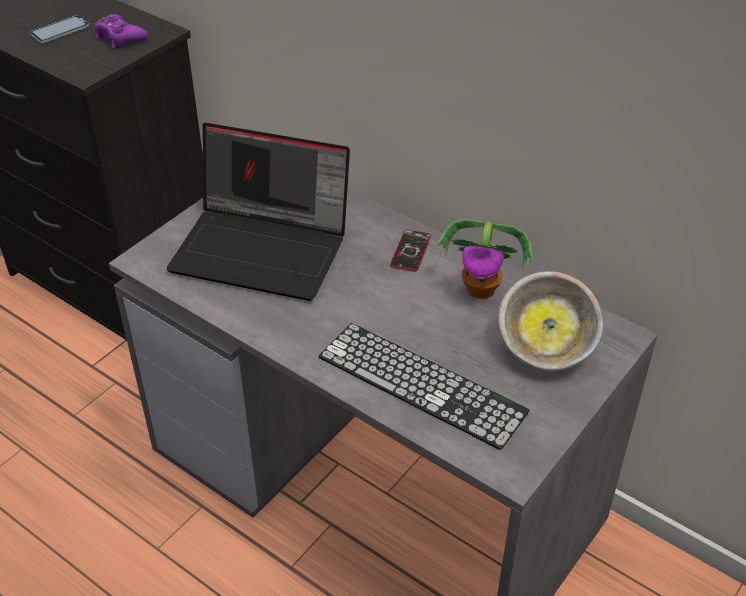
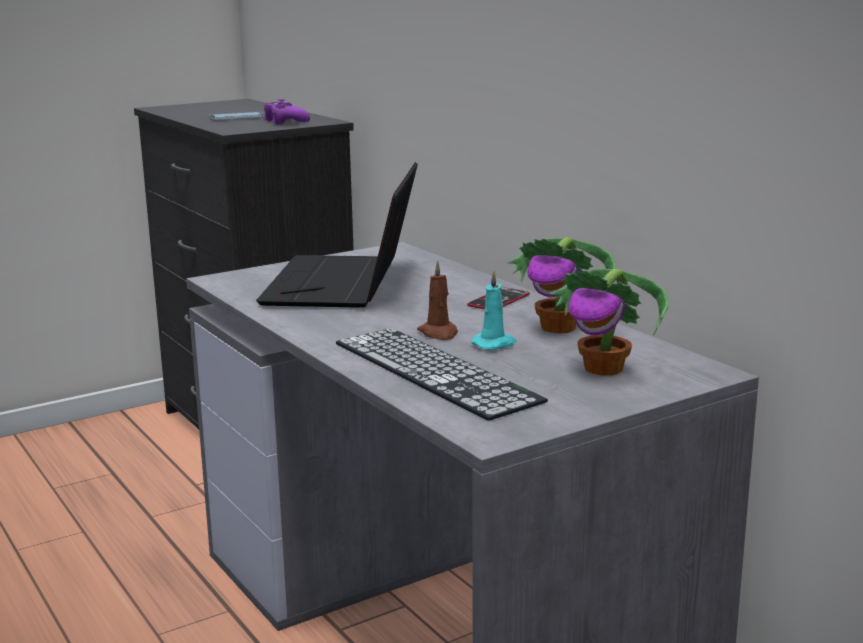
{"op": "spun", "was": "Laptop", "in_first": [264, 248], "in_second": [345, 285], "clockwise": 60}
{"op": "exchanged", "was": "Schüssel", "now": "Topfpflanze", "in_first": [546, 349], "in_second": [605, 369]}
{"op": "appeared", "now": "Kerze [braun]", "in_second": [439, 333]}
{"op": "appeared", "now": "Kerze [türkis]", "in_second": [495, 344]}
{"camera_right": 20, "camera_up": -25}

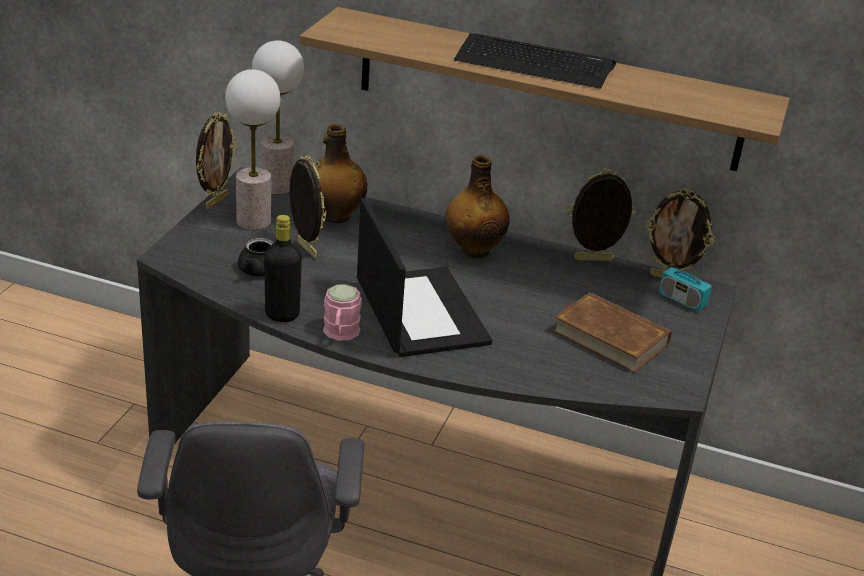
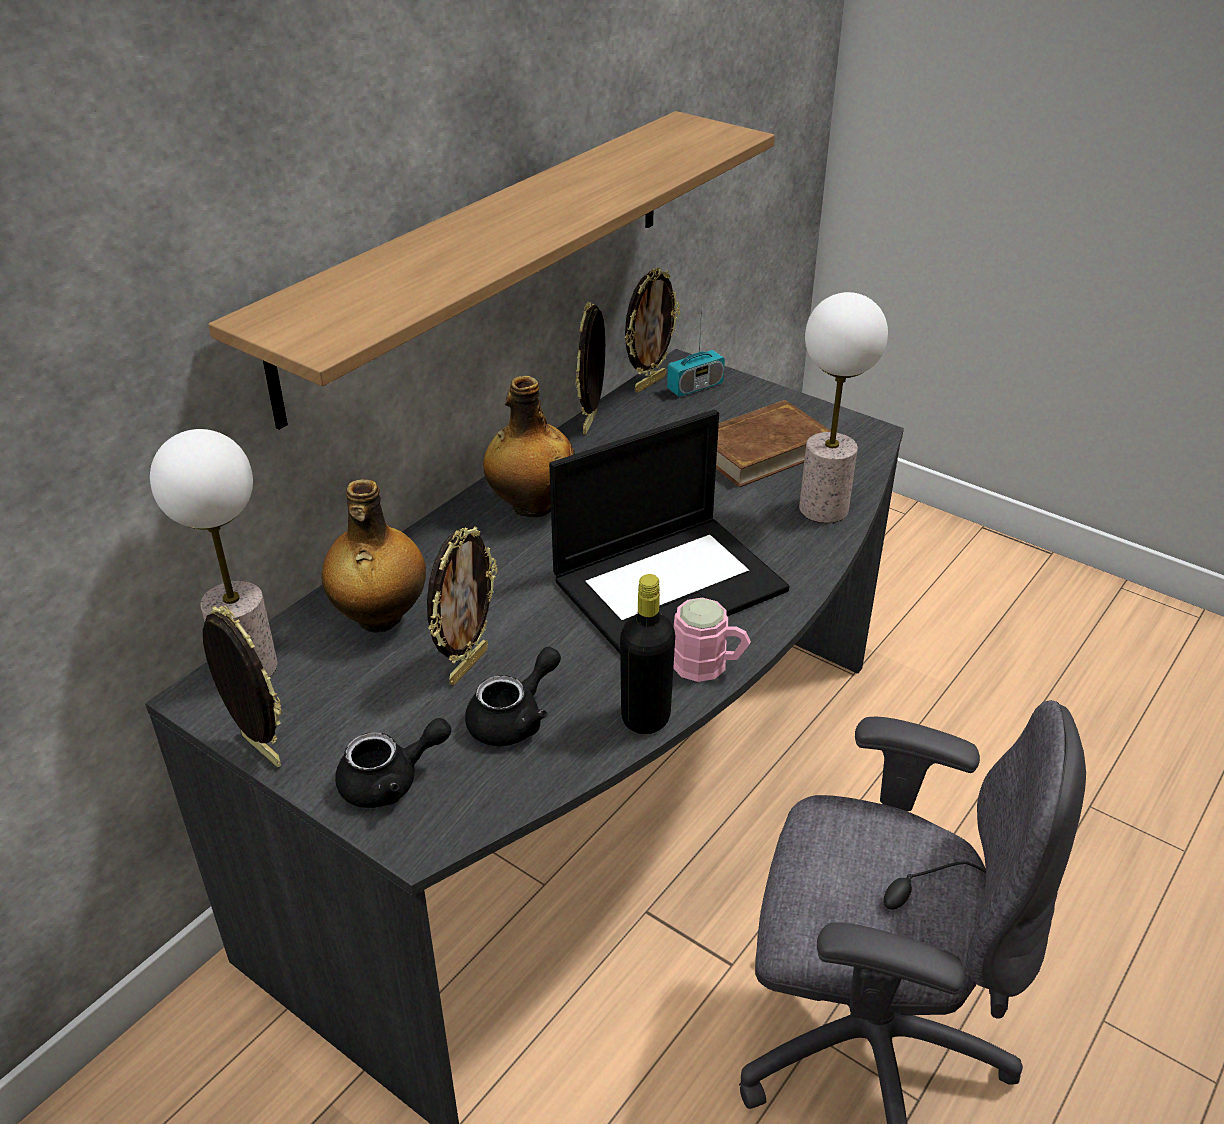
{"op": "relocated", "was": "Tischlampe", "in_first": [253, 222], "in_second": [824, 509]}
{"op": "spun", "was": "Bilderrahmen", "in_first": [305, 249], "in_second": [467, 665], "clockwise": 135}
{"op": "spun", "was": "Laptop", "in_first": [419, 311], "in_second": [670, 583], "clockwise": 150}
{"op": "missing", "was": "Tastatur", "in_first": [534, 63]}
{"op": "appeared", "now": "Teekanne [schwarz]", "in_second": [390, 781]}
{"camera_right": -70, "camera_up": 5}

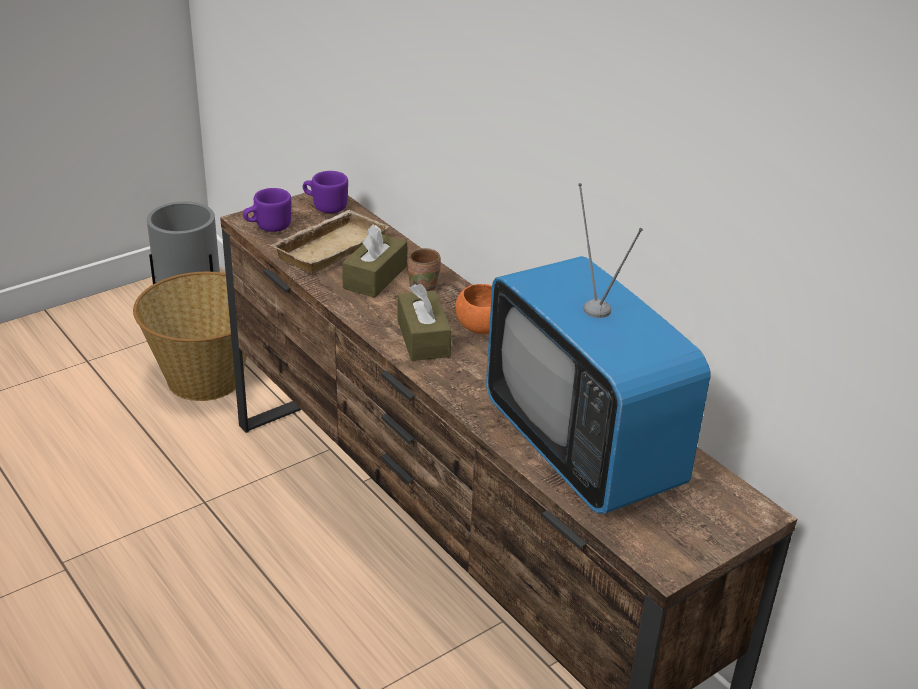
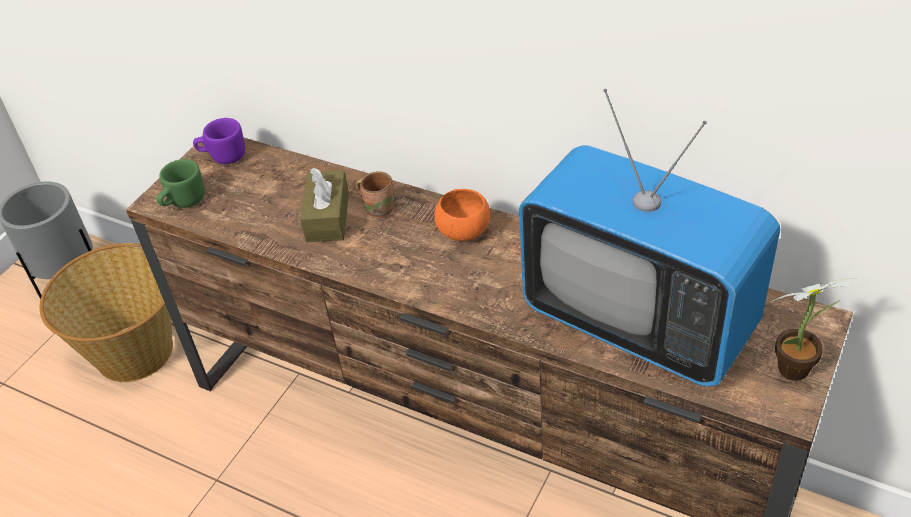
{"op": "colour", "was": "Henkelbecher [lila]", "now": "Henkelbecher [grün]", "in_first": [268, 227], "in_second": [183, 202]}
{"op": "missing", "was": "Tablett [beige]", "in_first": [329, 247]}
{"op": "missing", "was": "Taschentuchbox [braun]", "in_first": [423, 338]}
{"op": "appeared", "now": "Topfpflanze", "in_second": [799, 368]}
{"camera_right": -20, "camera_up": 10}

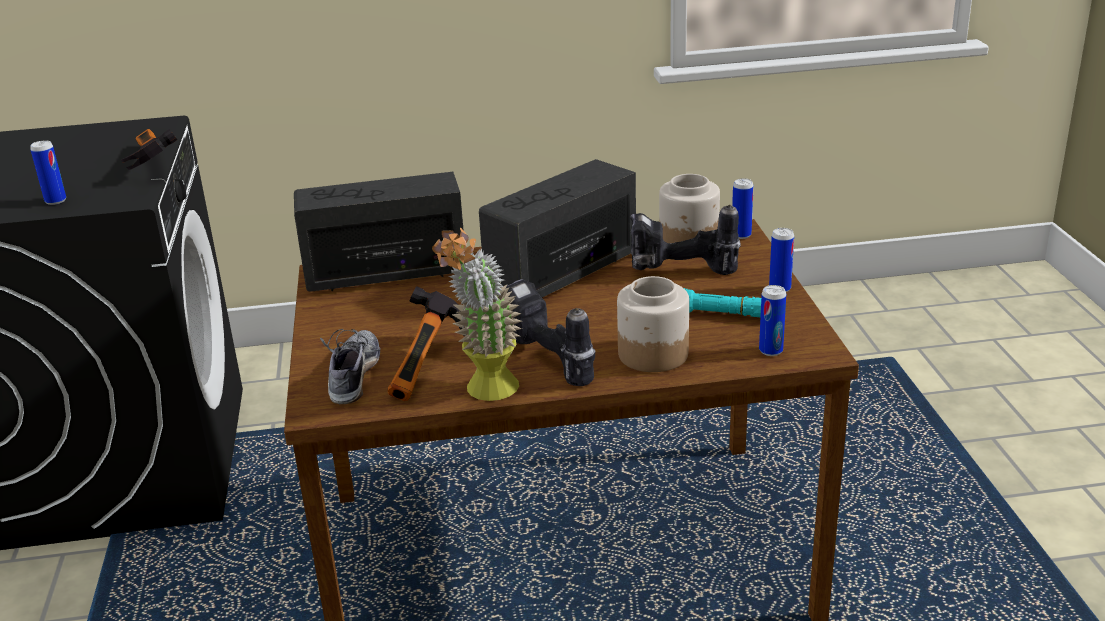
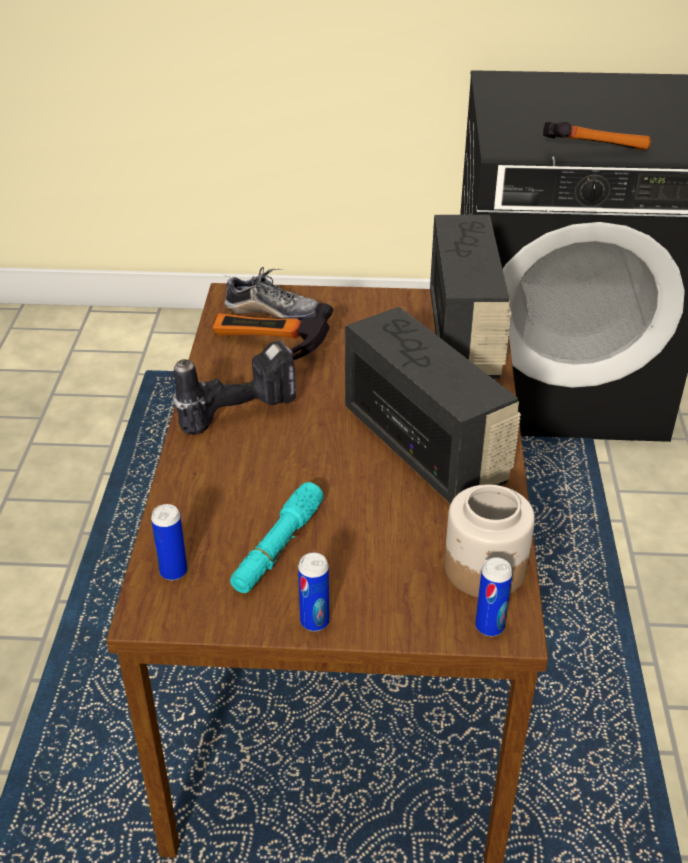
{"op": "missing", "was": "Dose", "in_first": [55, 201]}
{"op": "missing", "was": "Topfpflanze", "in_first": [486, 394]}
{"op": "missing", "was": "Vorratsglas", "in_first": [652, 354]}
{"op": "missing", "was": "Bohrmaschine", "in_first": [680, 273]}
{"camera_right": 100, "camera_up": 10}

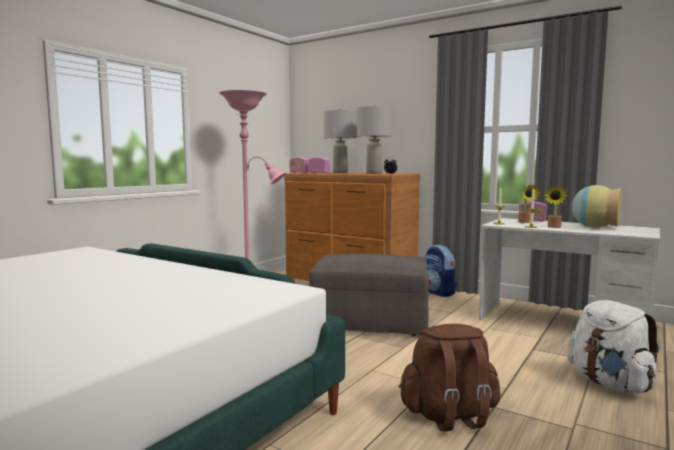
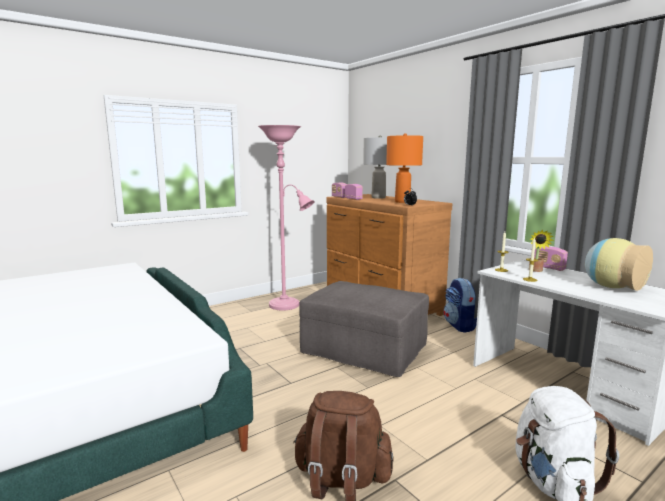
{"op": "colour", "was": "Tischlampe [grau]", "now": "Tischlampe [orange]", "in_first": [374, 173], "in_second": [403, 202]}
{"op": "missing", "was": "Topfpflanze", "in_first": [554, 227]}
{"camera_right": 20, "camera_up": 5}

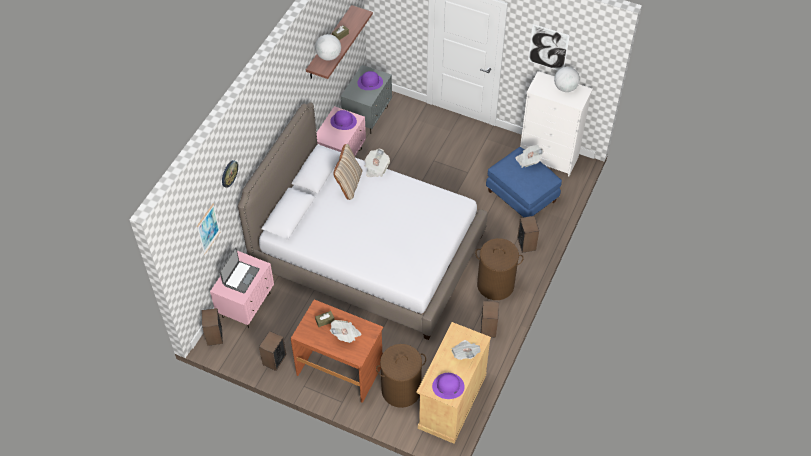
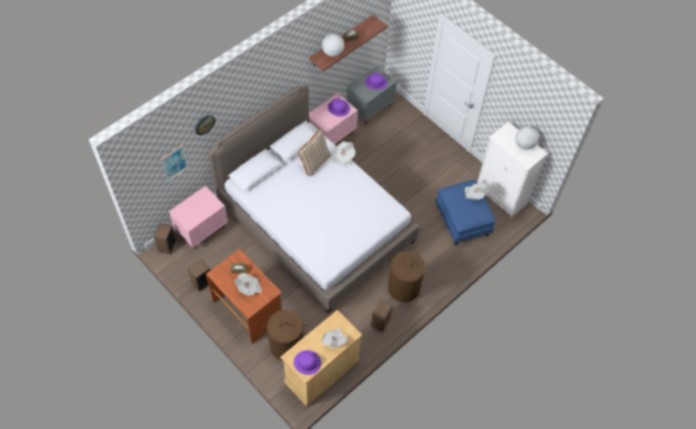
{"op": "missing", "was": "Laptop", "in_first": [240, 277]}
{"op": "missing", "was": "Lautsprecher", "in_first": [526, 243]}
{"op": "missing", "was": "Bild", "in_first": [548, 48]}
{"camera_right": 20, "camera_up": 5}

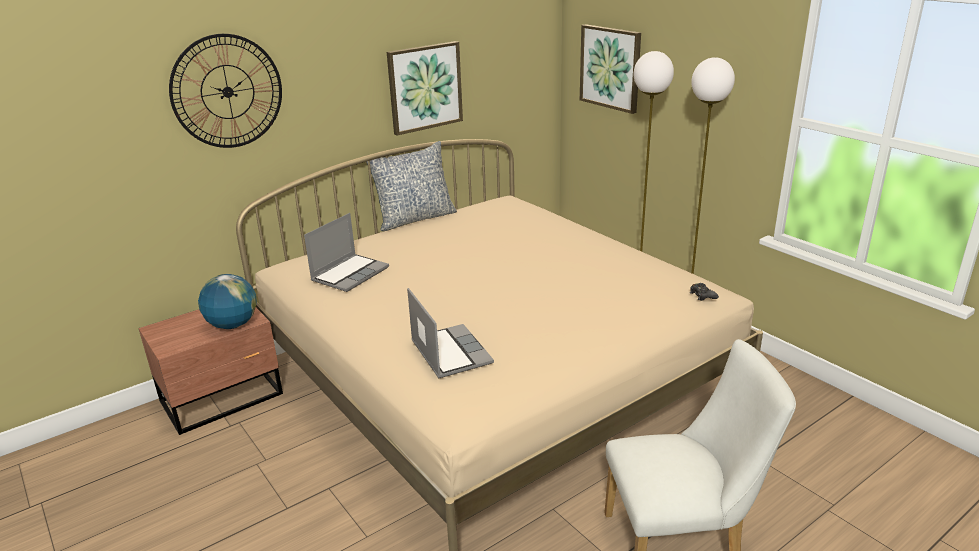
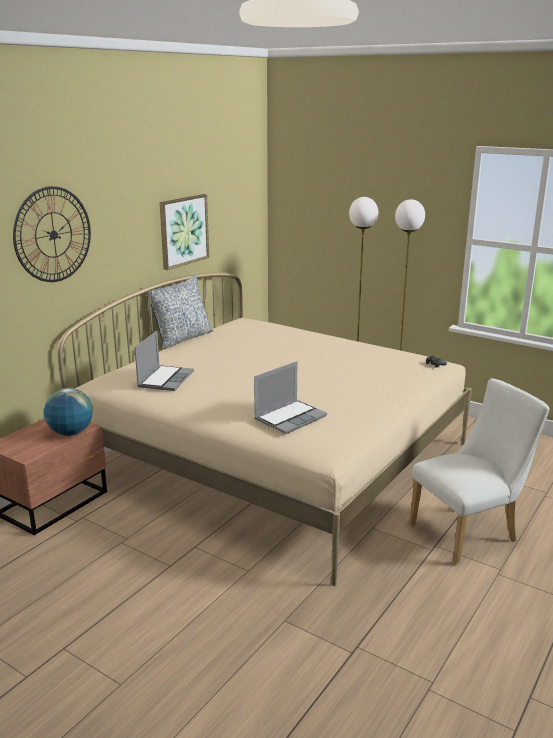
{"op": "spun", "was": "Laptop", "in_first": [449, 352], "in_second": [290, 417], "clockwise": 90}
{"op": "missing", "was": "Bild", "in_first": [610, 68]}
{"camera_right": -20, "camera_up": -5}

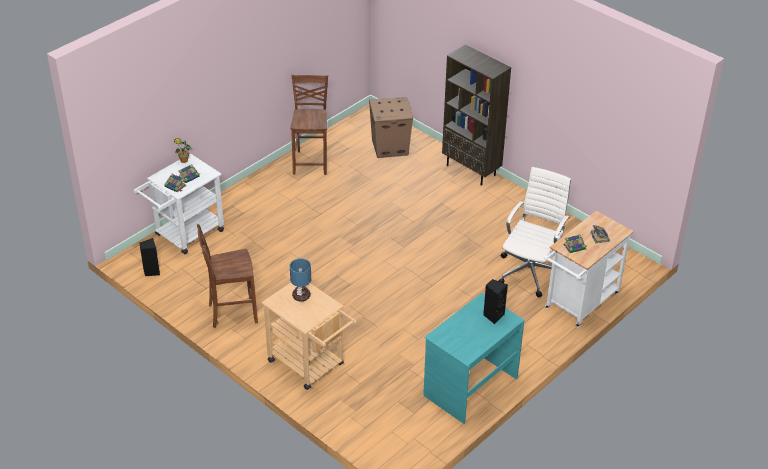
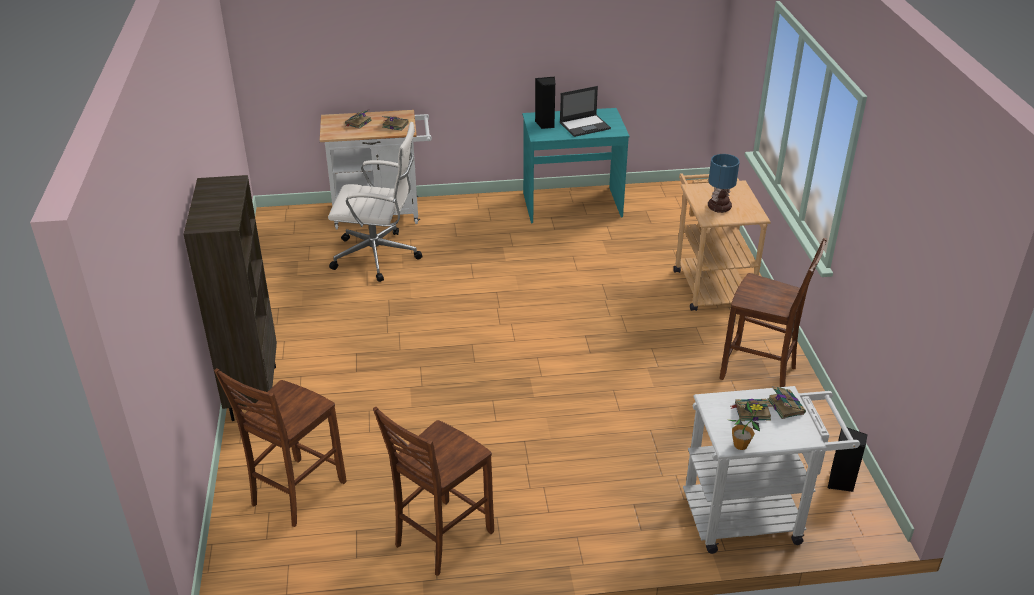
{"op": "exchanged", "was": "Karton", "now": "Stuhl [braun]", "in_first": [390, 147], "in_second": [295, 493]}
{"op": "spun", "was": "Bürostuhl [weiß]", "in_first": [531, 271], "in_second": [378, 256], "clockwise": -150}
{"op": "appeared", "now": "Laptop", "in_second": [585, 126]}
{"camera_right": -140, "camera_up": -5}

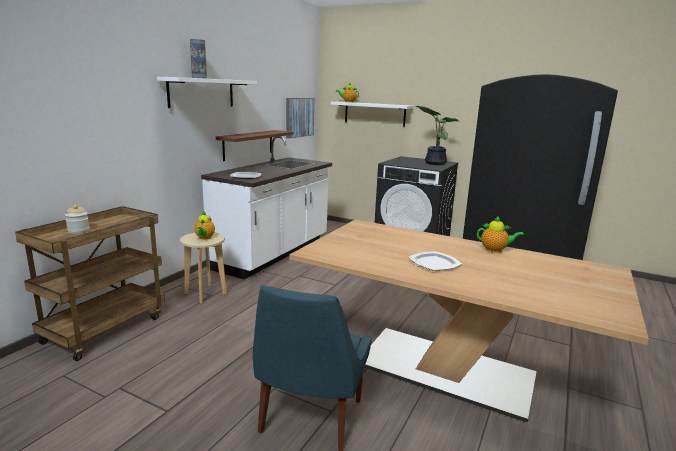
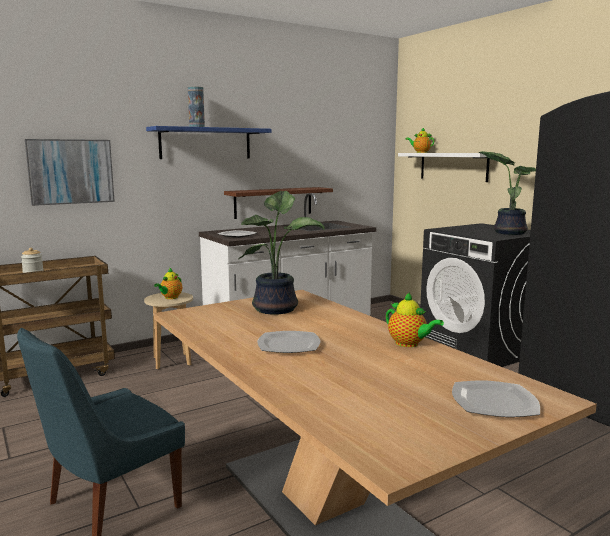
{"op": "colour", "was": "Wandregal [weiß]", "now": "Wandregal [blau]", "in_first": [202, 93], "in_second": [205, 143]}
{"op": "relocated", "was": "Bild", "in_first": [299, 117], "in_second": [71, 171]}
{"op": "appeared", "now": "Topfpflanze", "in_second": [277, 308]}
{"op": "appeared", "now": "Teller", "in_second": [493, 402]}
{"camera_right": 30, "camera_up": -5}

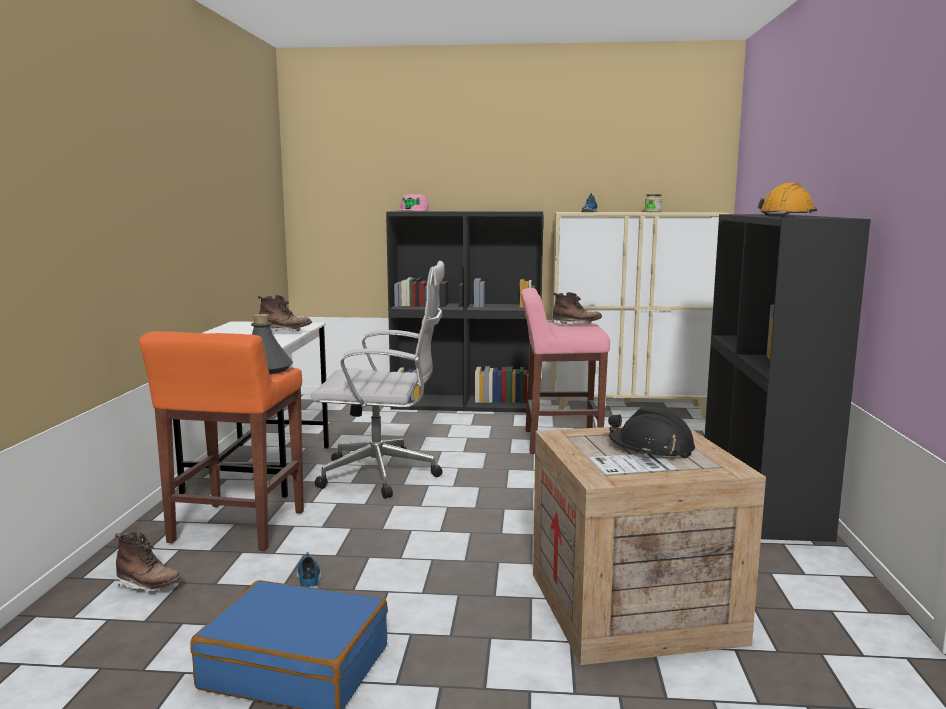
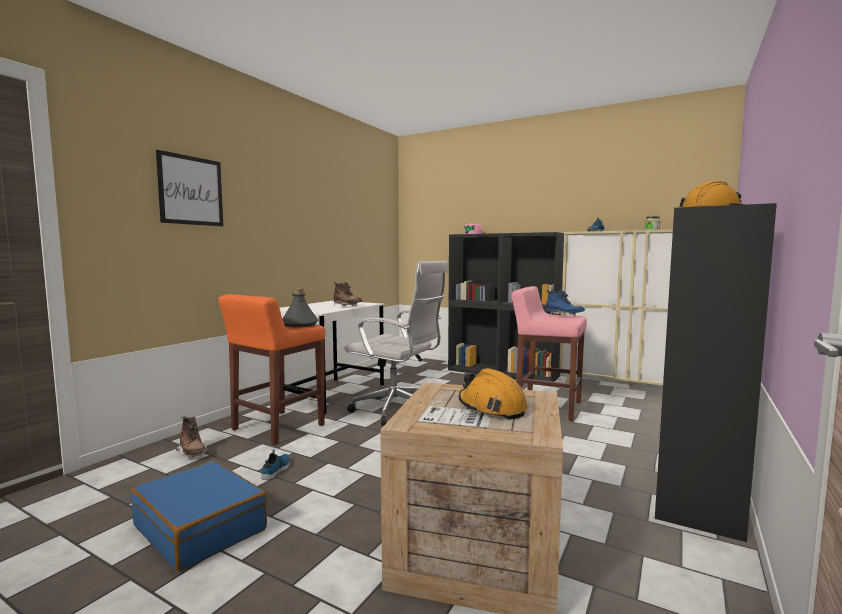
{"op": "colour", "was": "Stiefel [braun]", "now": "Stiefel [blau]", "in_first": [576, 325], "in_second": [564, 316]}
{"op": "colour", "was": "Schutzhelm [schwarz]", "now": "Schutzhelm [orange]", "in_first": [651, 449], "in_second": [491, 407]}
{"op": "appeared", "now": "Bild", "in_second": [191, 190]}
{"camera_right": 25, "camera_up": -5}

